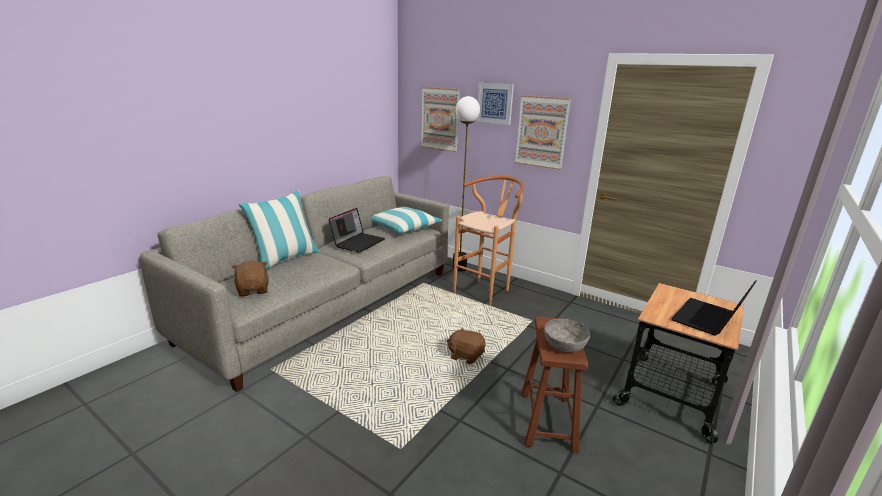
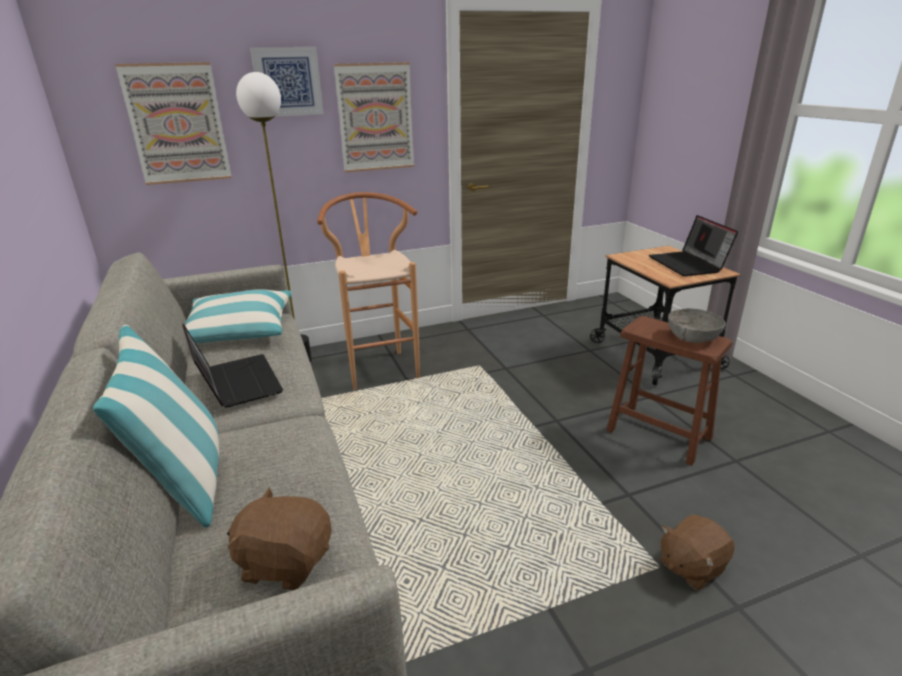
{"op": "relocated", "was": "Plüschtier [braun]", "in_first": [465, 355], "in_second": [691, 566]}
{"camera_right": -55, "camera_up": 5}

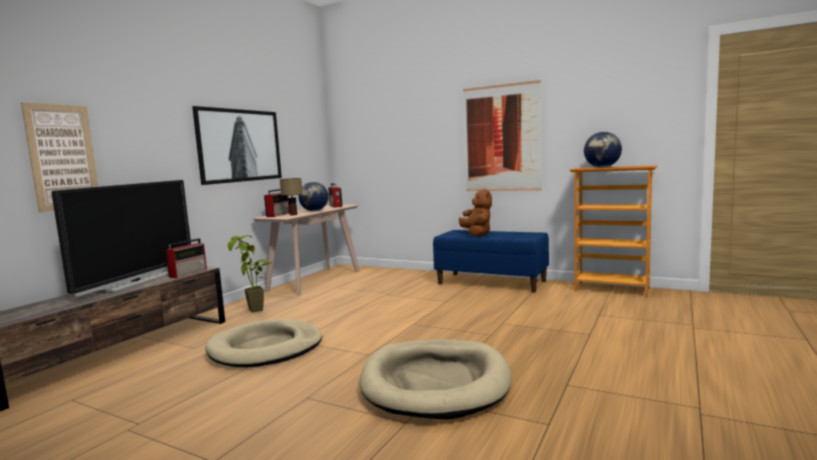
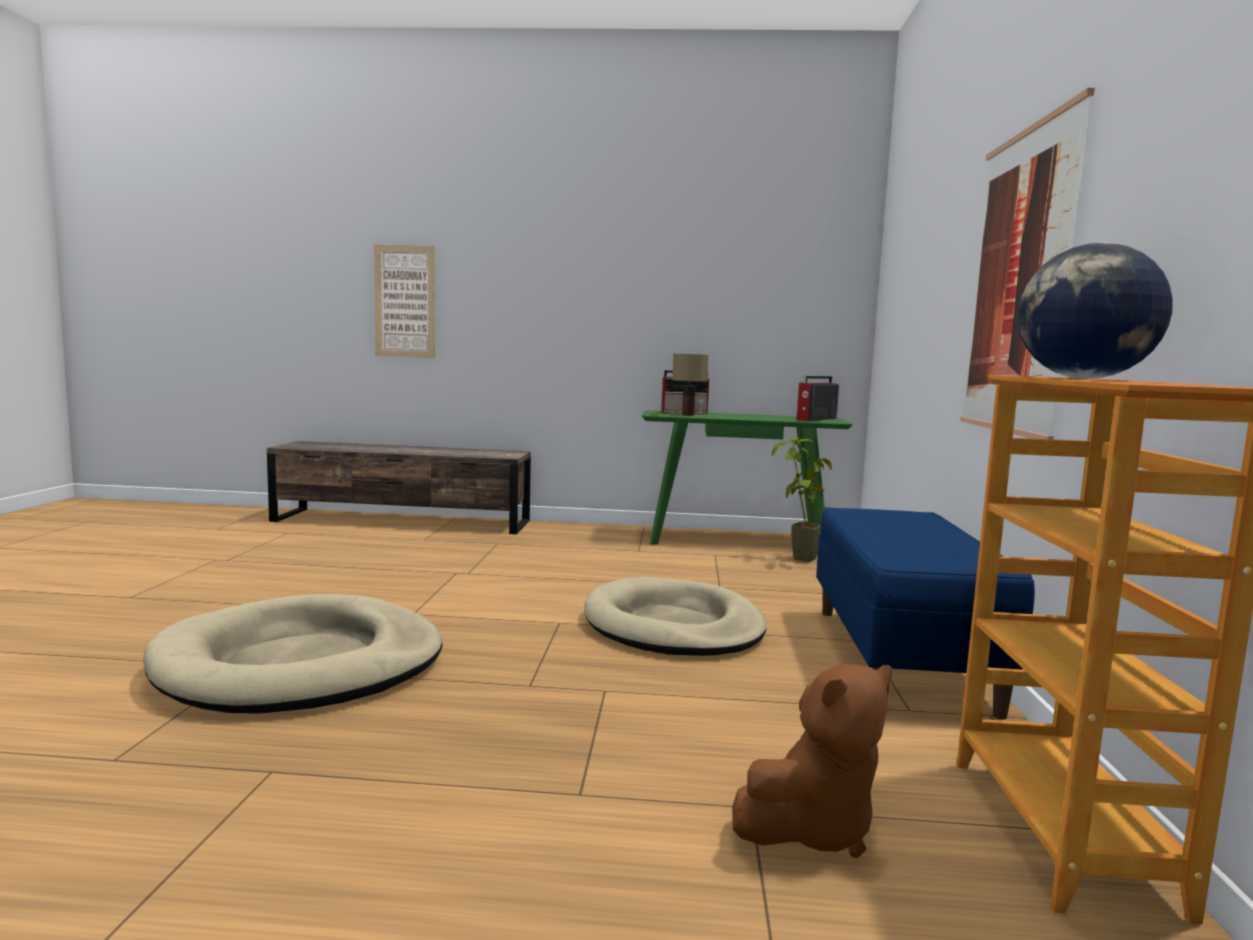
{"op": "missing", "was": "Fernseher", "in_first": [136, 282]}
{"op": "missing", "was": "Radio", "in_first": [189, 273]}
{"op": "missing", "was": "Bild", "in_first": [240, 145]}
{"op": "relocated", "was": "Hundebett [beige]", "in_first": [266, 348], "in_second": [673, 626]}
{"op": "relocated", "was": "Topfpflanze", "in_first": [255, 312], "in_second": [798, 560]}
{"op": "colour", "was": "Konsolentisch [beige]", "now": "Konsolentisch [grün]", "in_first": [315, 280], "in_second": [736, 539]}
{"op": "missing", "was": "Globus", "in_first": [314, 211]}
{"op": "relocated", "was": "Plüschtier [braun]", "in_first": [477, 234], "in_second": [812, 829]}
{"camera_right": 65, "camera_up": 0}

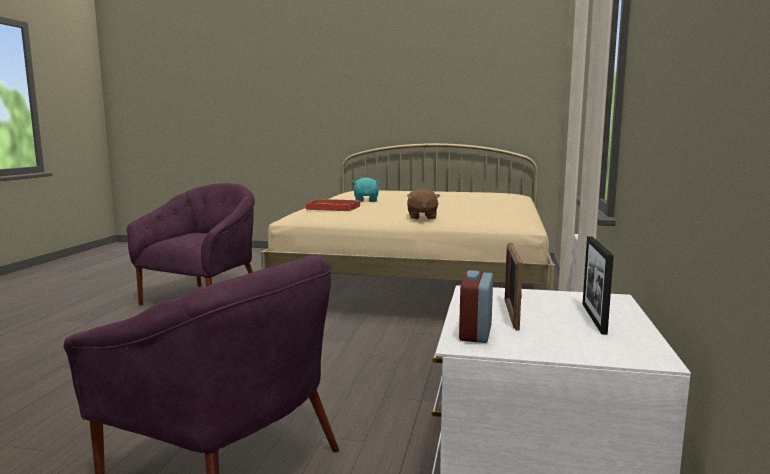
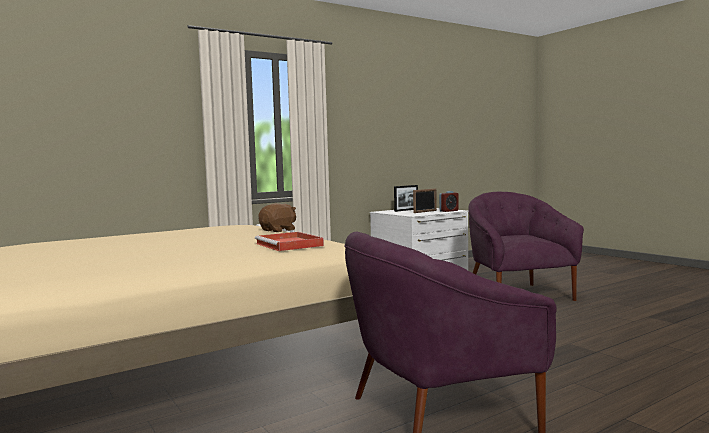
{"op": "missing", "was": "Plüschtier [türkis]", "in_first": [366, 200]}
{"camera_right": -135, "camera_up": -5}

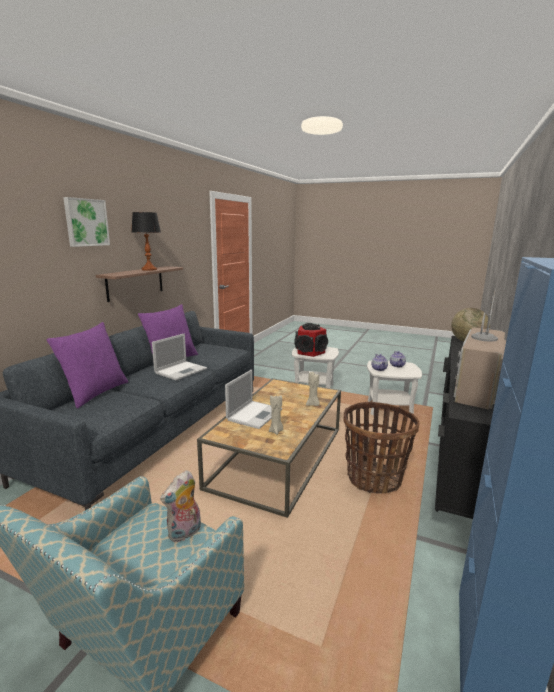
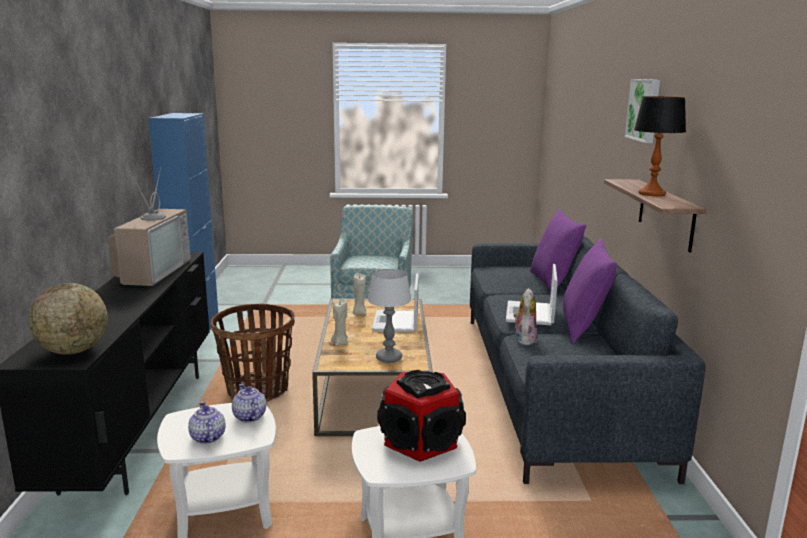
{"op": "relocated", "was": "Plüschtier", "in_first": [185, 533], "in_second": [524, 339]}
{"op": "appeared", "now": "Tischlampe", "in_second": [388, 358]}
{"camera_right": 155, "camera_up": 0}

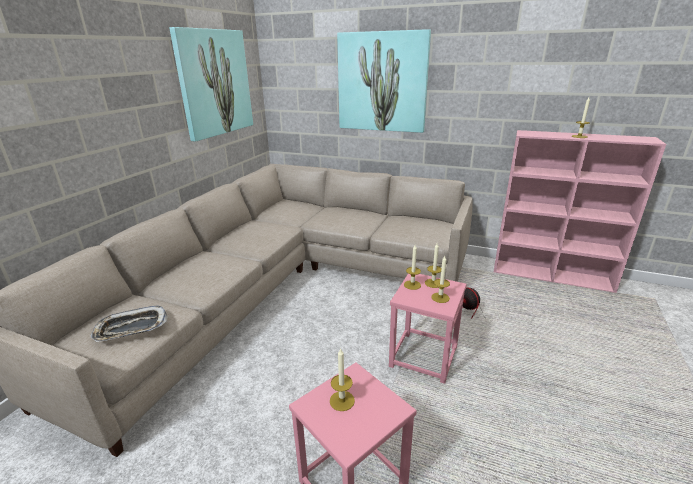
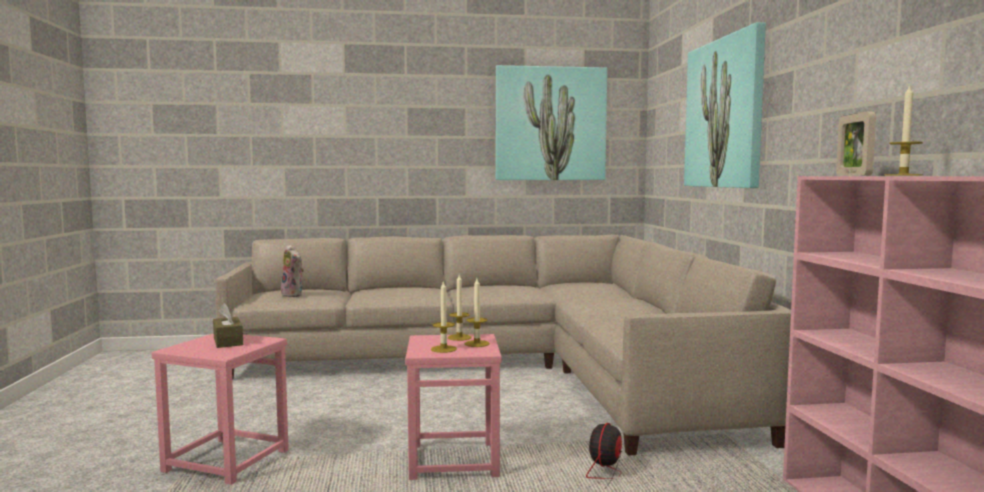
{"op": "exchanged", "was": "Tablett", "now": "Plüschtier", "in_first": [131, 328], "in_second": [294, 295]}
{"op": "exchanged", "was": "Kerze", "now": "Taschentuchbox [braun]", "in_first": [342, 401], "in_second": [228, 341]}
{"op": "appeared", "now": "Bilderrahmen", "in_second": [853, 175]}
{"camera_right": 60, "camera_up": -20}

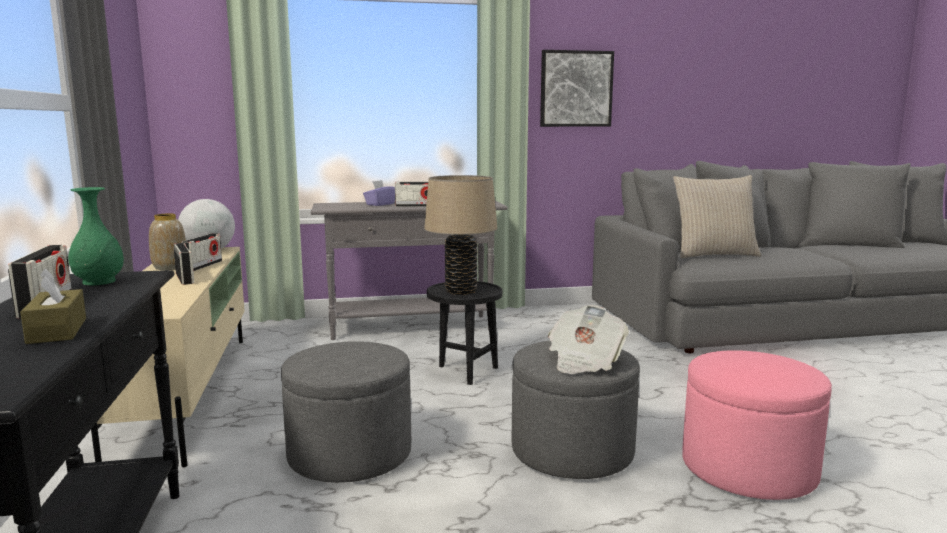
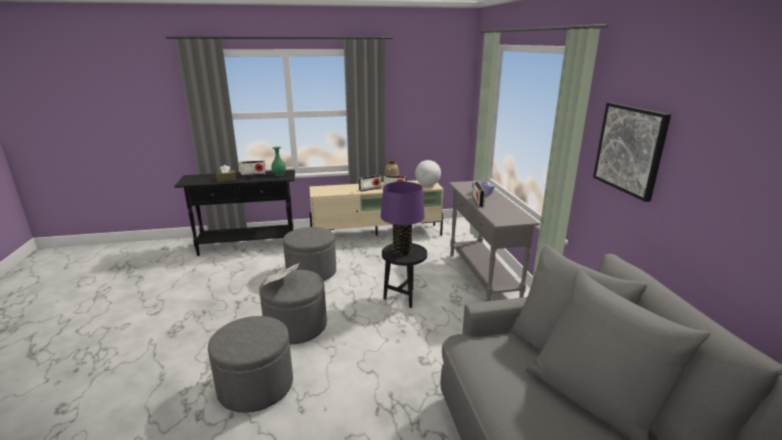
{"op": "colour", "was": "Tischlampe [beige]", "now": "Tischlampe [lila]", "in_first": [461, 291], "in_second": [402, 251]}
{"op": "missing", "was": "Kissen [beige]", "in_first": [713, 255]}
{"op": "colour", "was": "Polsterhocker [rosa]", "now": "Polsterhocker [grau]", "in_first": [748, 468], "in_second": [256, 386]}
{"camera_right": 90, "camera_up": 10}

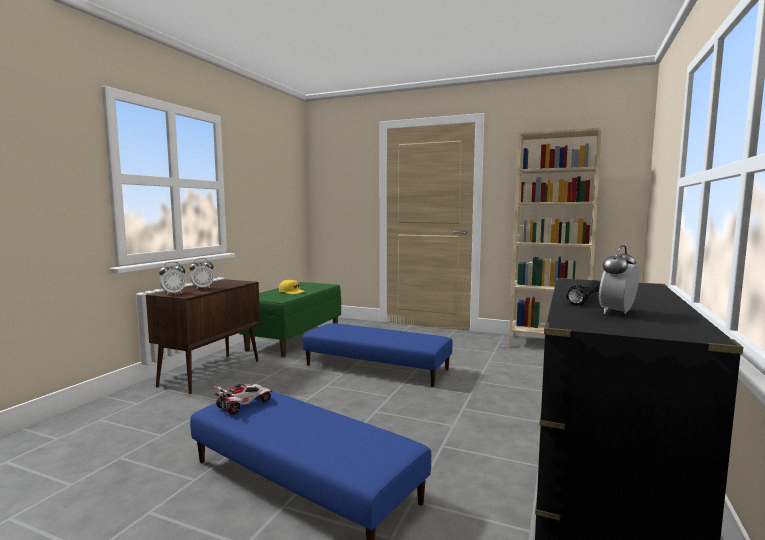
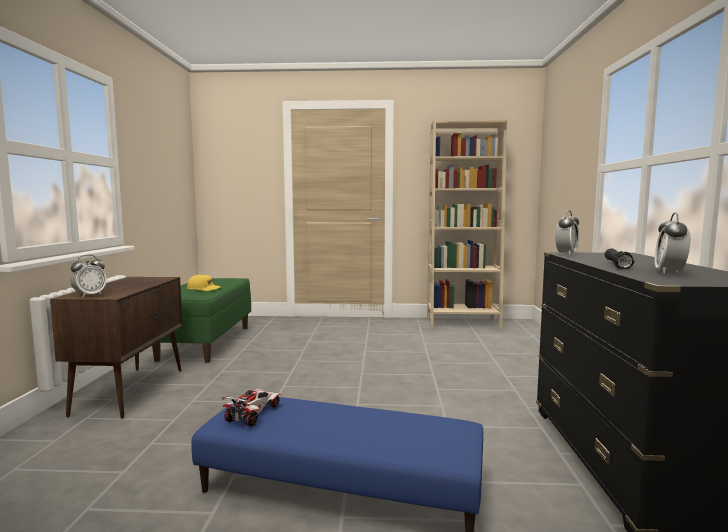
{"op": "relocated", "was": "Wecker", "in_first": [202, 288], "in_second": [566, 254]}
{"op": "missing", "was": "Polsterhocker [blau]", "in_first": [376, 367]}
{"camera_right": -20, "camera_up": 0}

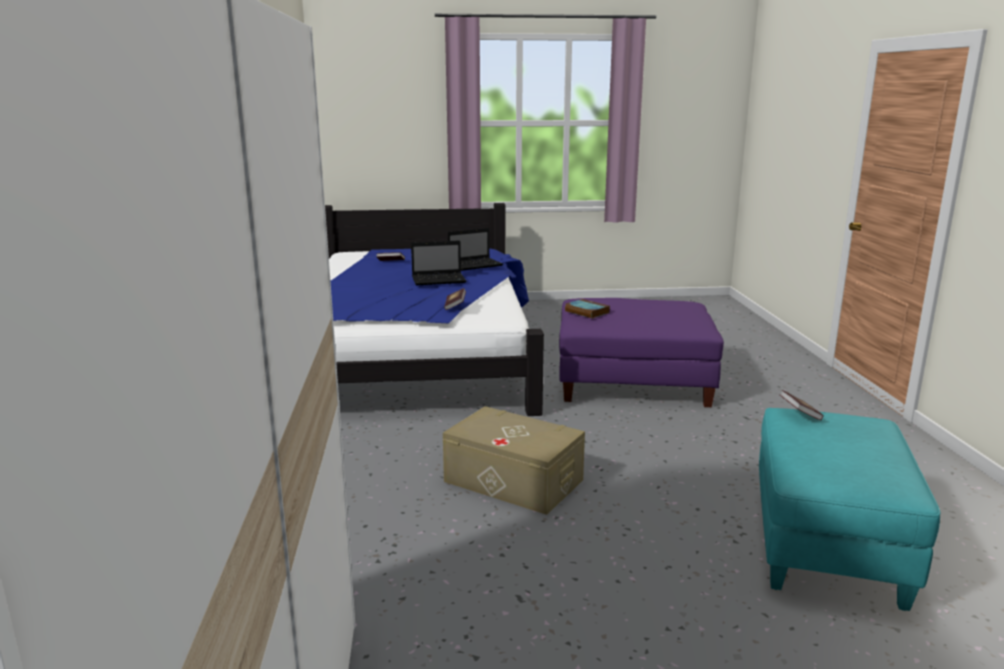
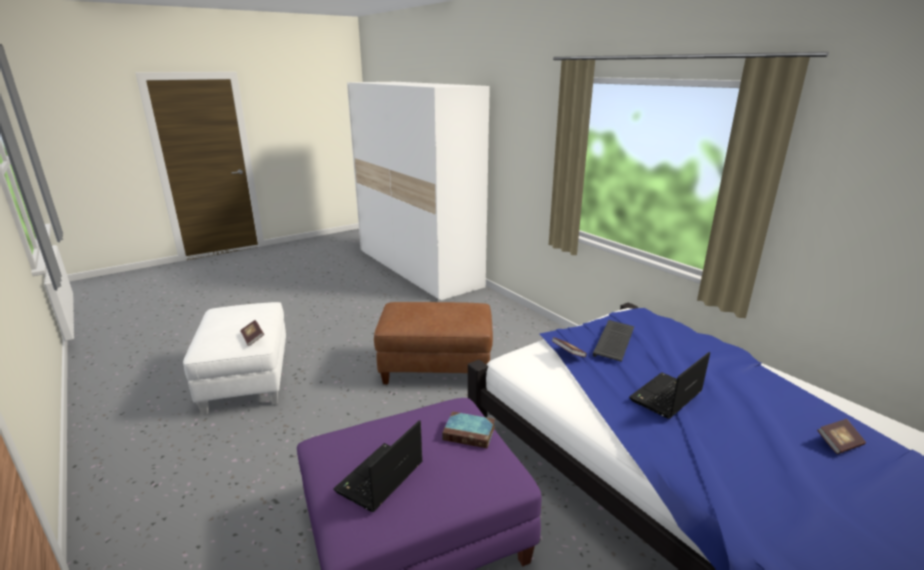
{"op": "exchanged", "was": "Aufbewahrungsbox [beige]", "now": "Polsterhocker [braun]", "in_first": [513, 480], "in_second": [437, 367]}
{"op": "relocated", "was": "Laptop", "in_first": [476, 265], "in_second": [379, 479]}
{"op": "colour", "was": "Polsterhocker [türkis]", "now": "Polsterhocker [weiß]", "in_first": [828, 547], "in_second": [246, 380]}
{"op": "appeared", "now": "Tastatur", "in_second": [614, 342]}
{"camera_right": 150, "camera_up": 5}

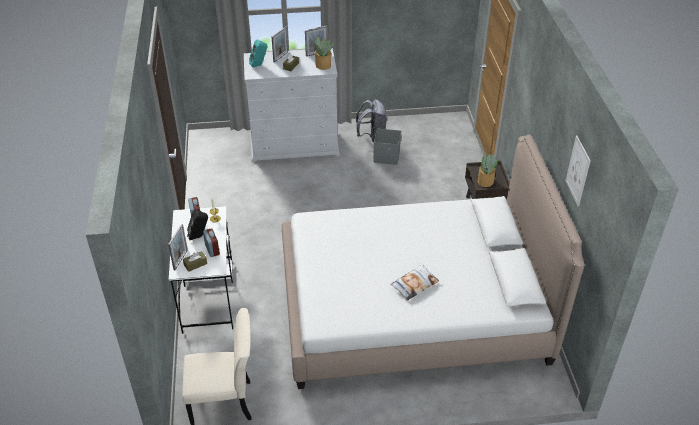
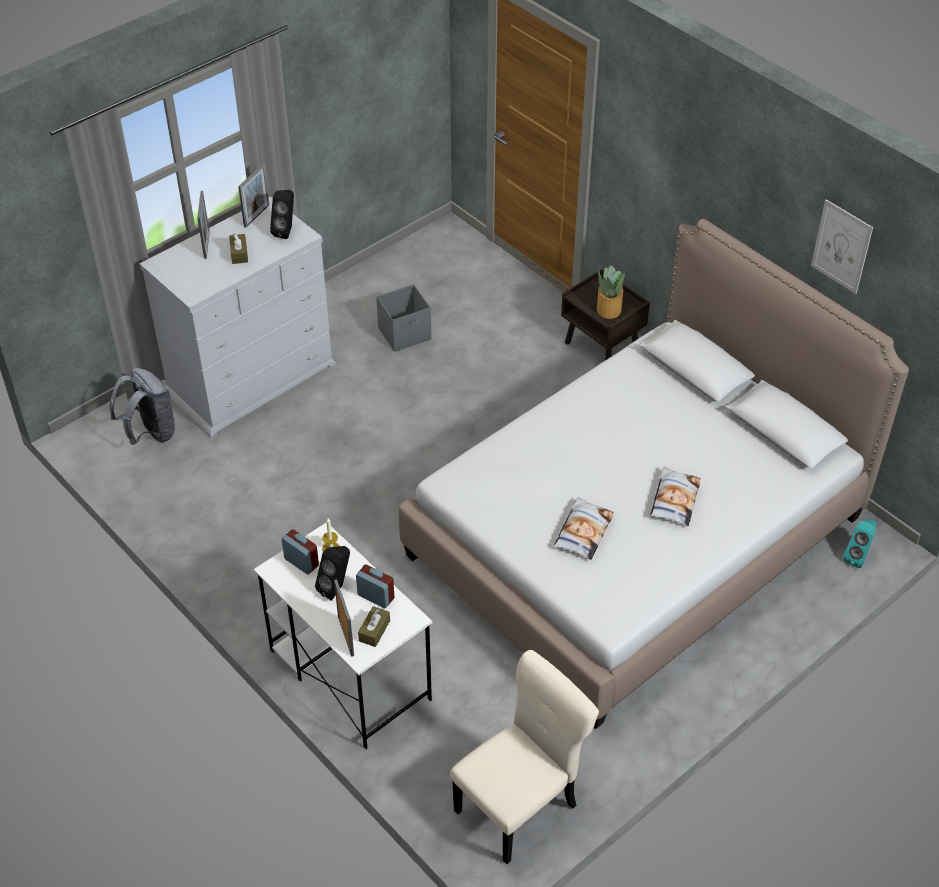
{"op": "relocated", "was": "Lautsprecher [türkis]", "in_first": [259, 65], "in_second": [857, 557]}
{"op": "exchanged", "was": "Topfpflanze", "now": "Lautsprecher [schwarz]", "in_first": [323, 65], "in_second": [286, 231]}
{"op": "relocated", "was": "Rucksack [grau]", "in_first": [372, 137], "in_second": [150, 433]}
{"op": "appeared", "now": "Kissen", "in_second": [583, 532]}
{"camera_right": -35, "camera_up": 5}

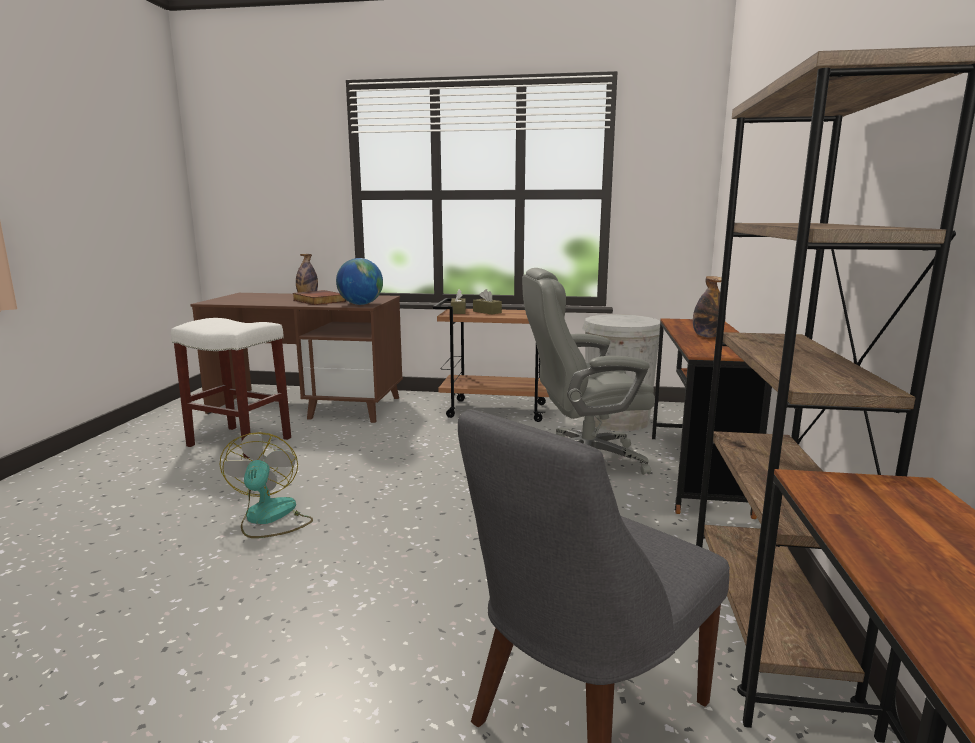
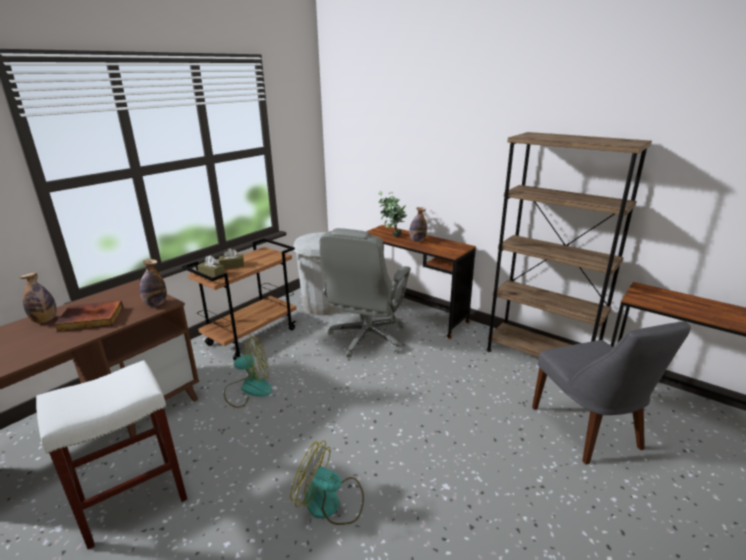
{"op": "exchanged", "was": "Globus", "now": "Flasche", "in_first": [360, 304], "in_second": [156, 304]}
{"op": "appeared", "now": "Ventilator", "in_second": [248, 389]}
{"op": "appeared", "now": "Topfpflanze", "in_second": [391, 236]}
{"camera_right": -60, "camera_up": 10}

